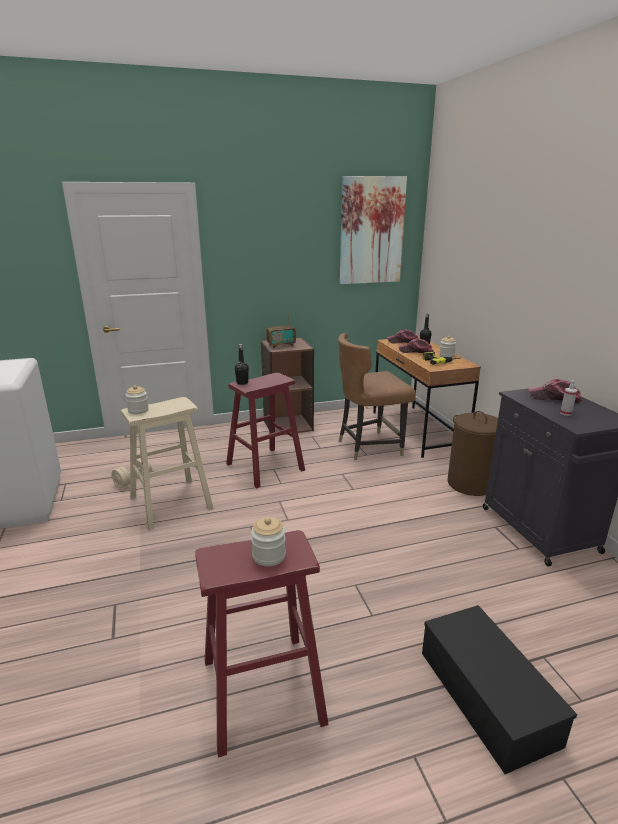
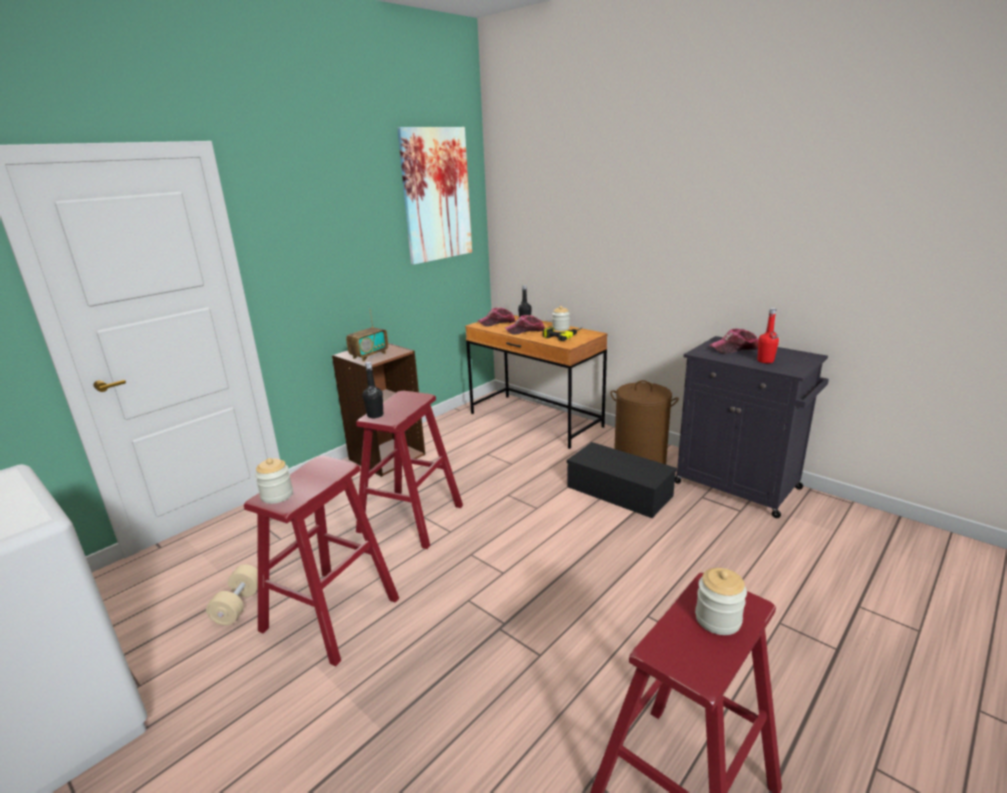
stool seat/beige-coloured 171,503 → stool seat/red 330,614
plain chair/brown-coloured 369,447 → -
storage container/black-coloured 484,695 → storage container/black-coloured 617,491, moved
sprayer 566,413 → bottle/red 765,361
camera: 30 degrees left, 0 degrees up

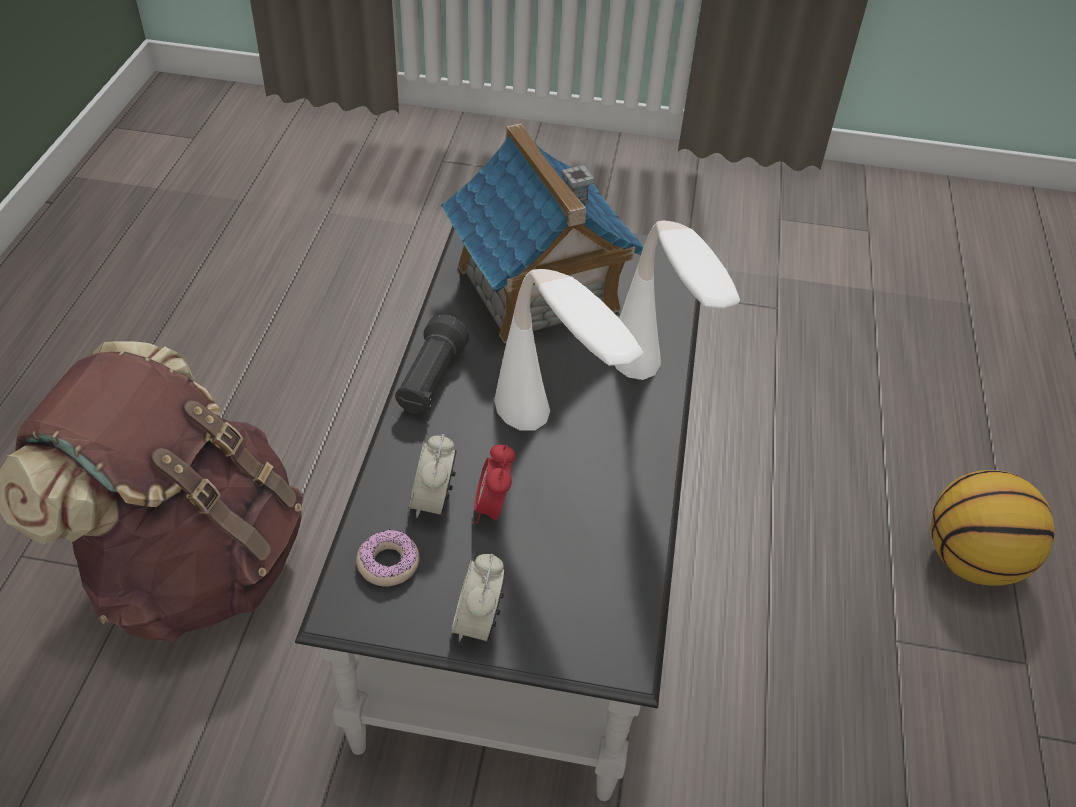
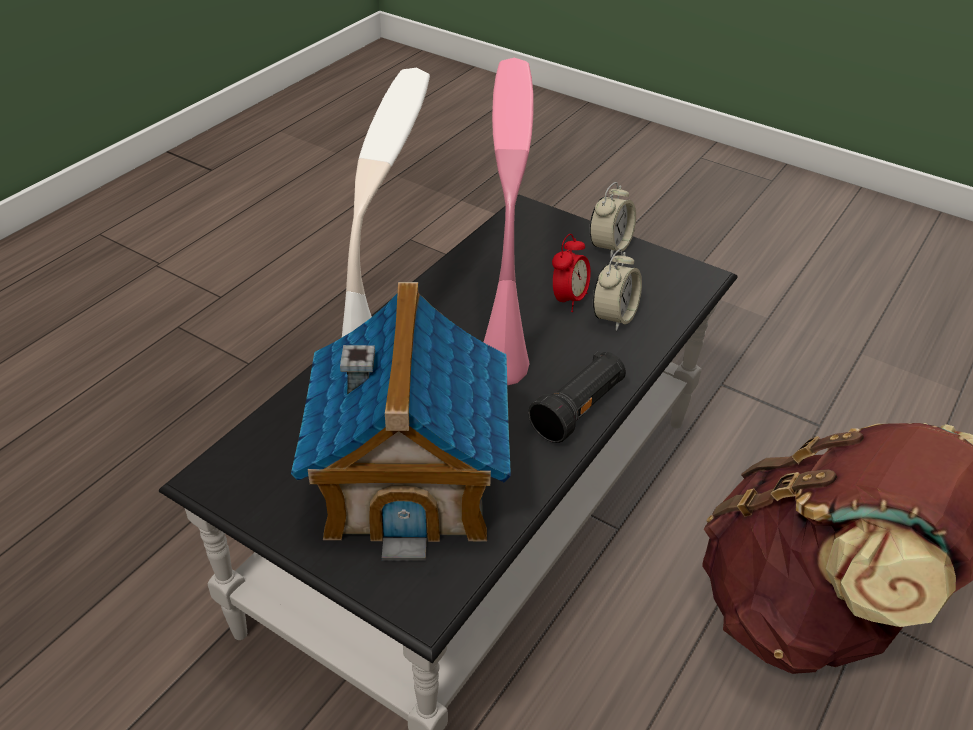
ring doughnut 388,563 → -
tabletop lamp/whitish 552,463 → tabletop lamp/pinkish 504,315
basketball 972,560 → -
camera: 155 degrees left, 5 degrees down

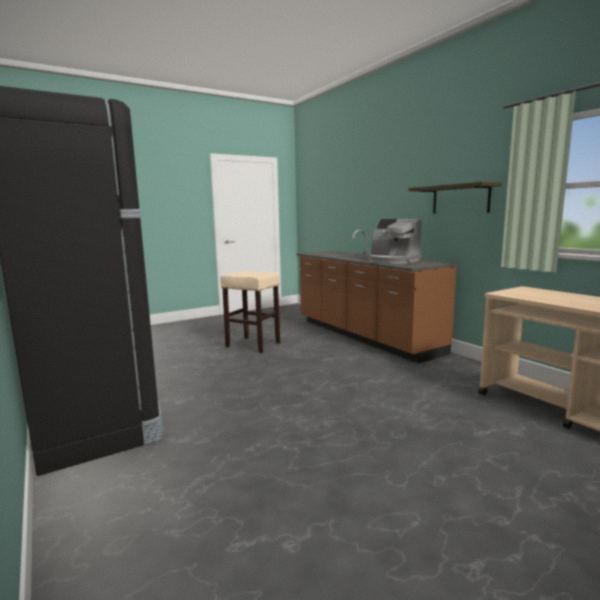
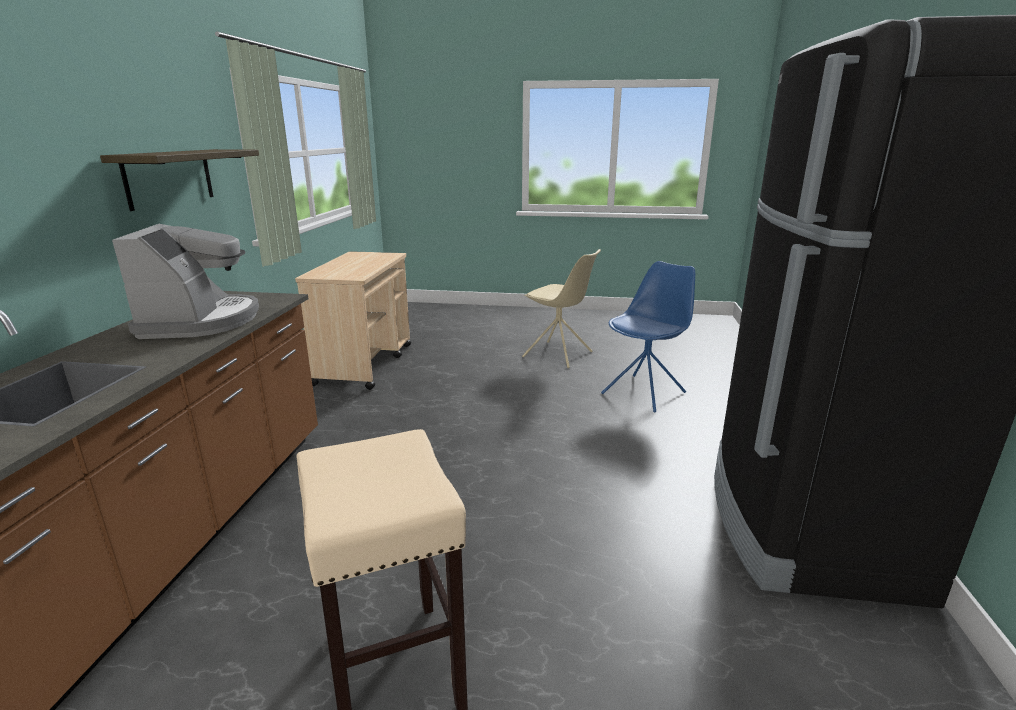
- → plain chair/beige-coloured 558,355
- → plain chair/blue-coloured 644,392
camera: 140 degrees left, 10 degrees up

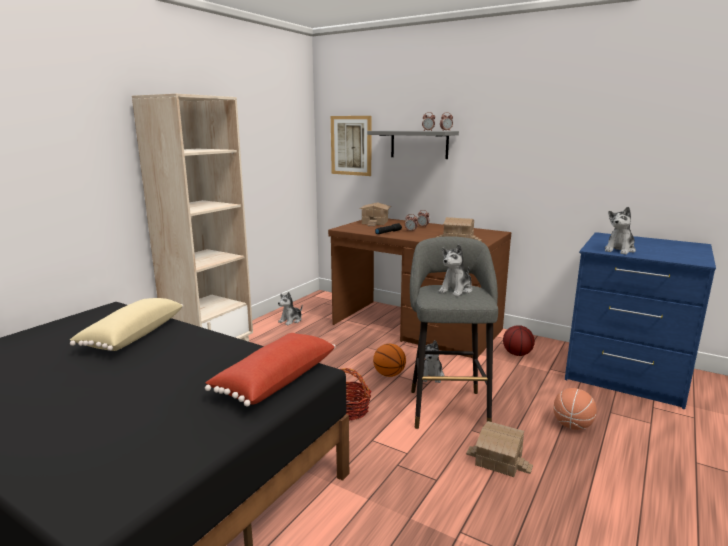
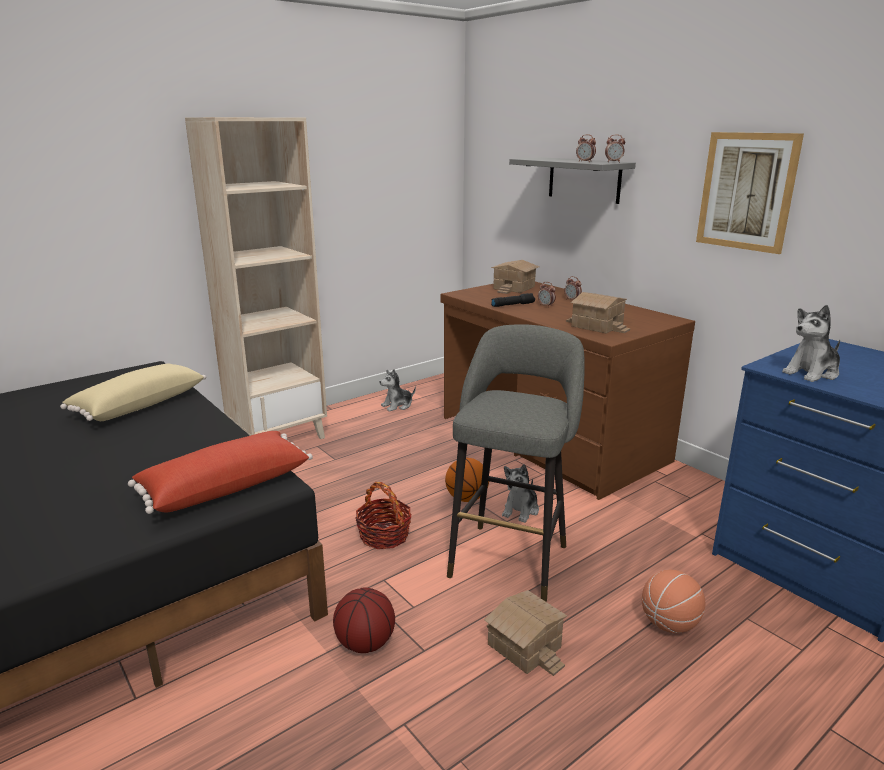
picture 351,145 → picture 746,191, moved
plush toy 456,290 → -
basketball 517,354 → basketball 364,643, moved
camera: 20 degrees right, 5 degrees up

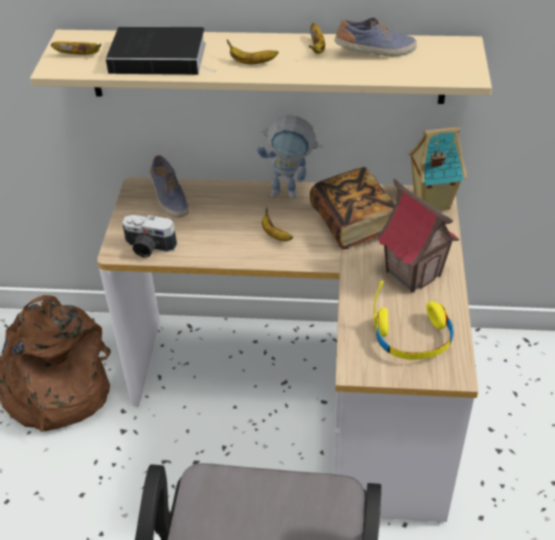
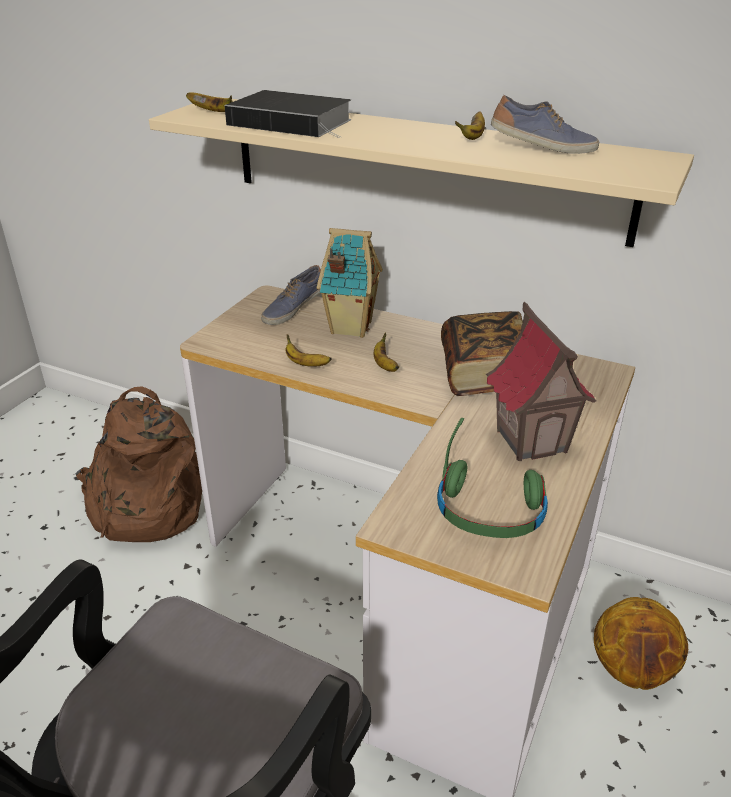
photo camera 148,248 → -
item of footwear 168,197 → item of footwear 293,309, 45 degrees clockwise
banana fruit 251,62 → banana fruit 305,363, moved
toy robot 291,193 → -
headset/yellow 413,338 → headset/green 490,512
model house 430,202 → model house 349,327, moved
- → basketball 632,670
camera: 20 degrees right, 10 degrees down

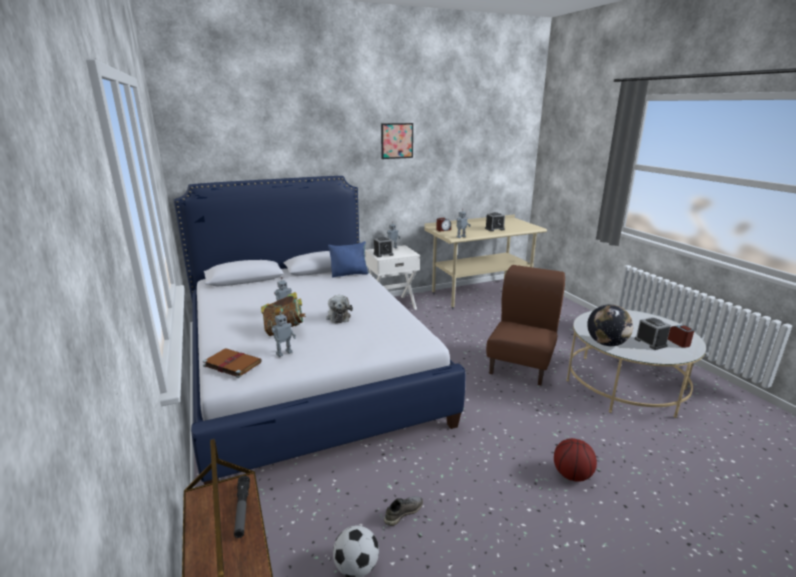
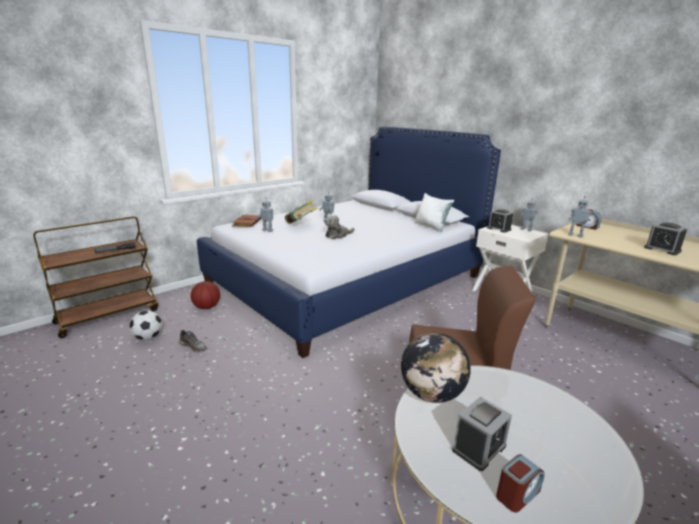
cushion/blue-coloured 349,274 → cushion/whitish 431,227
picture 397,141 → -
basketball 572,475 → basketball 206,307, moved
camera: 70 degrees right, 0 degrees up

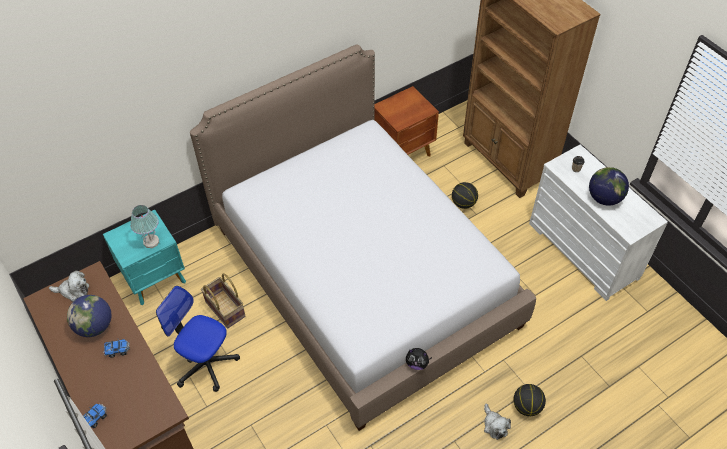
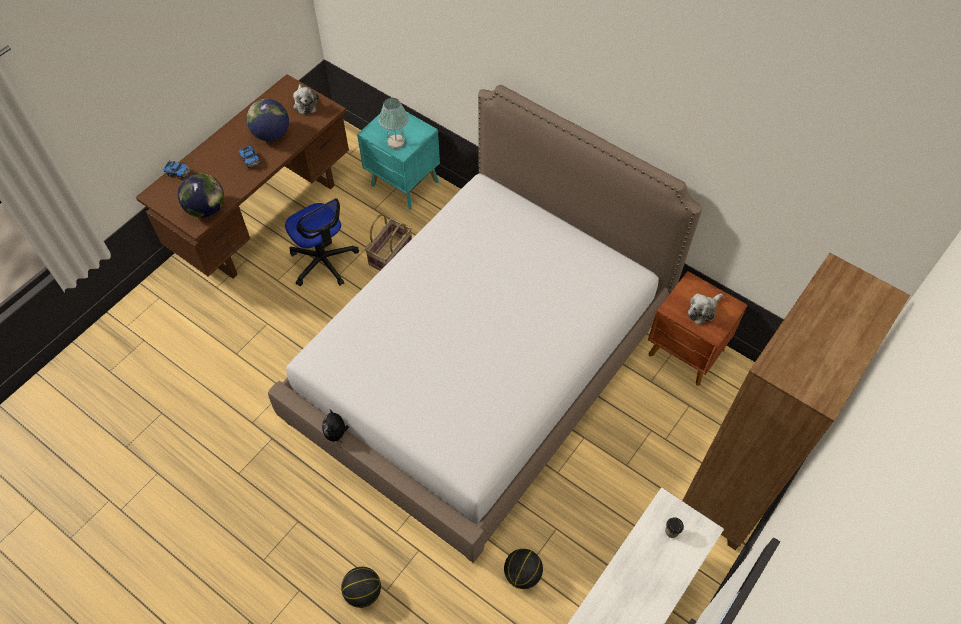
computer chair 206,363 → computer chair 323,262, 135 degrees clockwise
basketball 463,203 → basketball 523,574, moved
plush toy 494,425 → plush toy 703,310, moved
world globe 604,198 → world globe 206,209, moved
camera: 70 degrees right, 5 degrees up

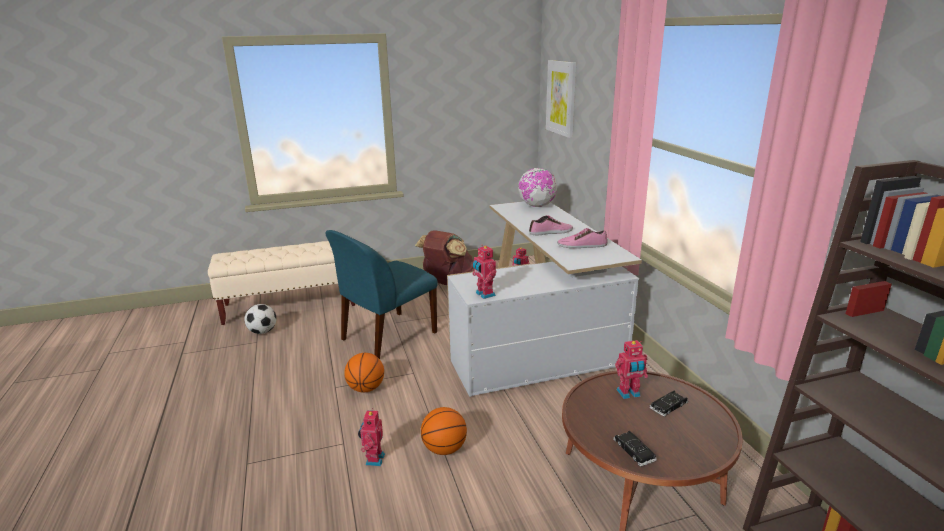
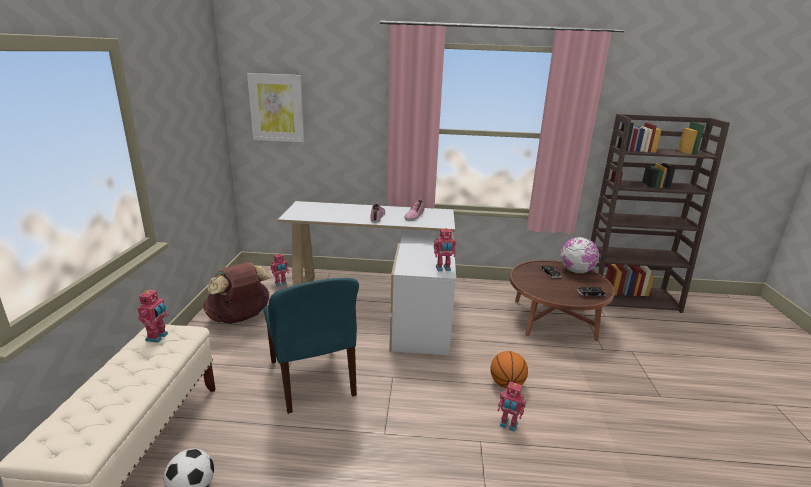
basketball 366,388 → -
world globe 536,206 → world globe 576,271, moved
toy robot 629,394 → toy robot 158,337, moved
camera: 70 degrees left, 0 degrees up

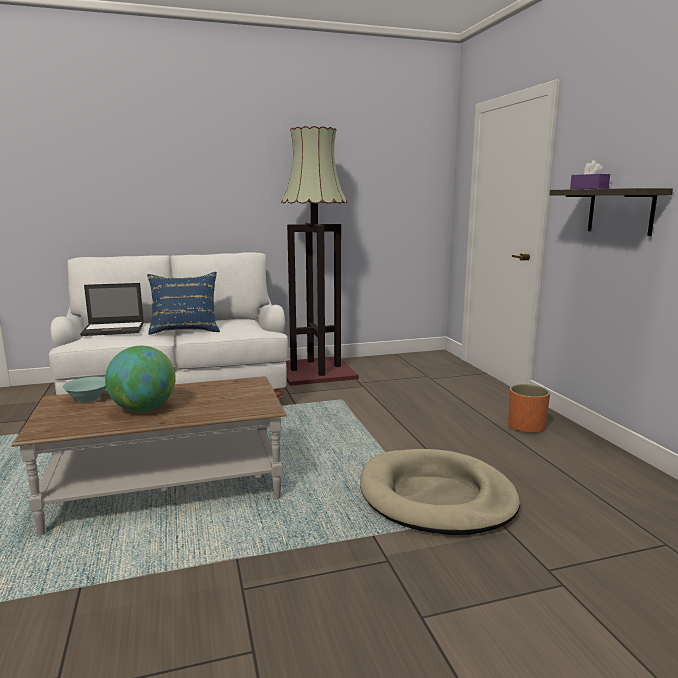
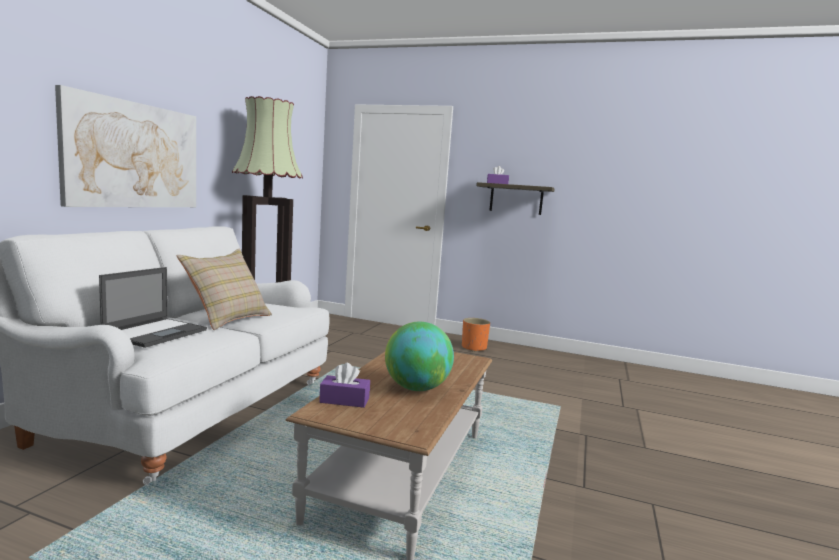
deep dish/blue-green 88,399 → tissue box/purple-coloured 344,400
cushion/blue-coloured 185,329 → cushion/beige-coloured 227,319
dog cushion/beige-coloured 436,497 → -
- → picture 134,155
camera: 55 degrees left, 5 degrees down

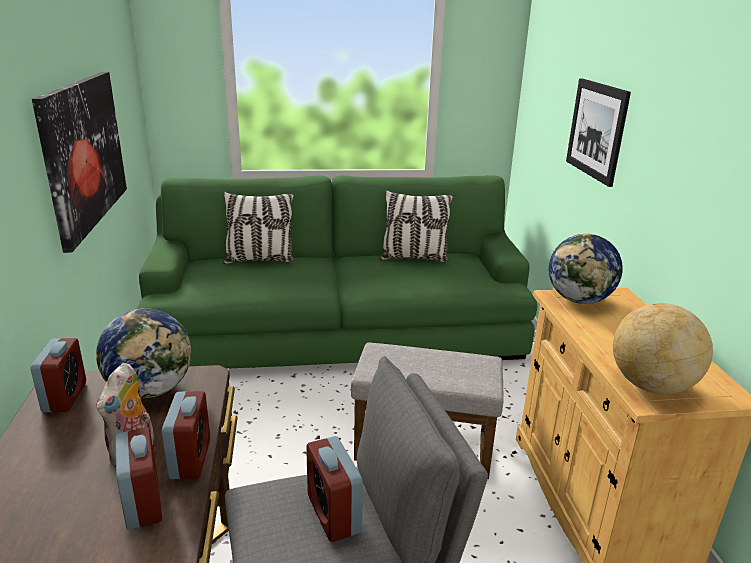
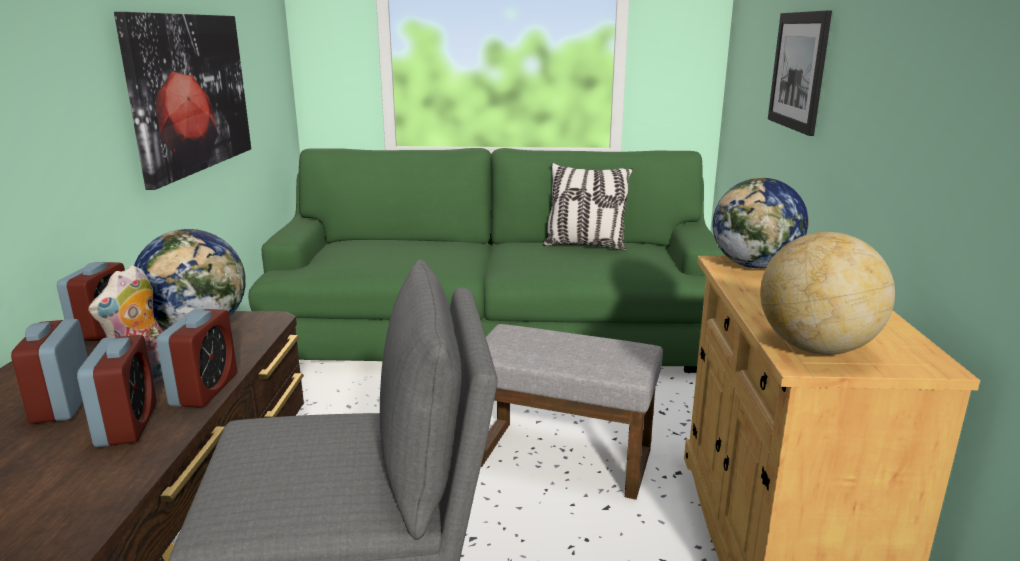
cushion 260,260 → -
bedside clock 333,514 → bedside clock 63,404, moved
camera: 10 degrees right, 5 degrees down

